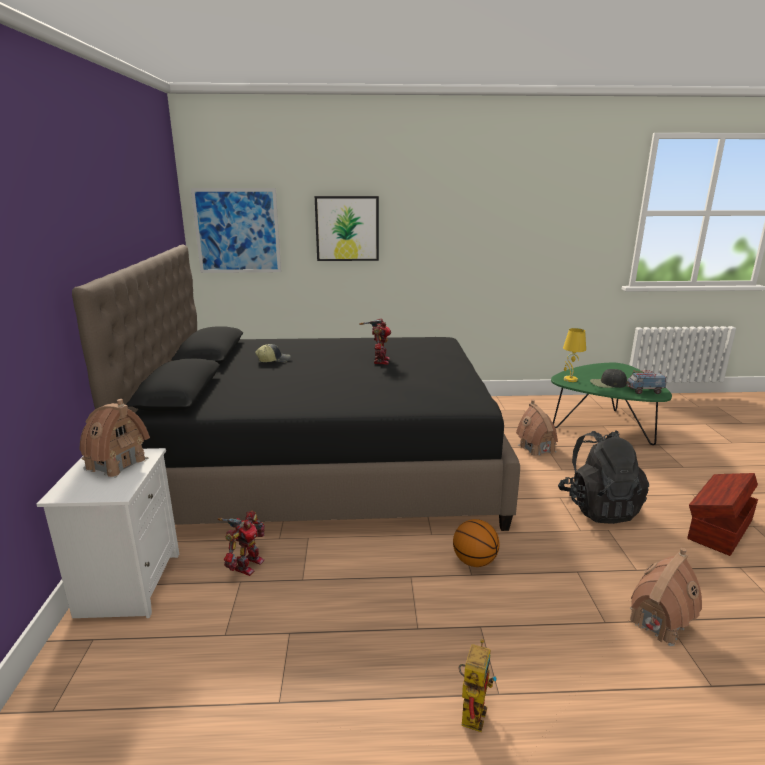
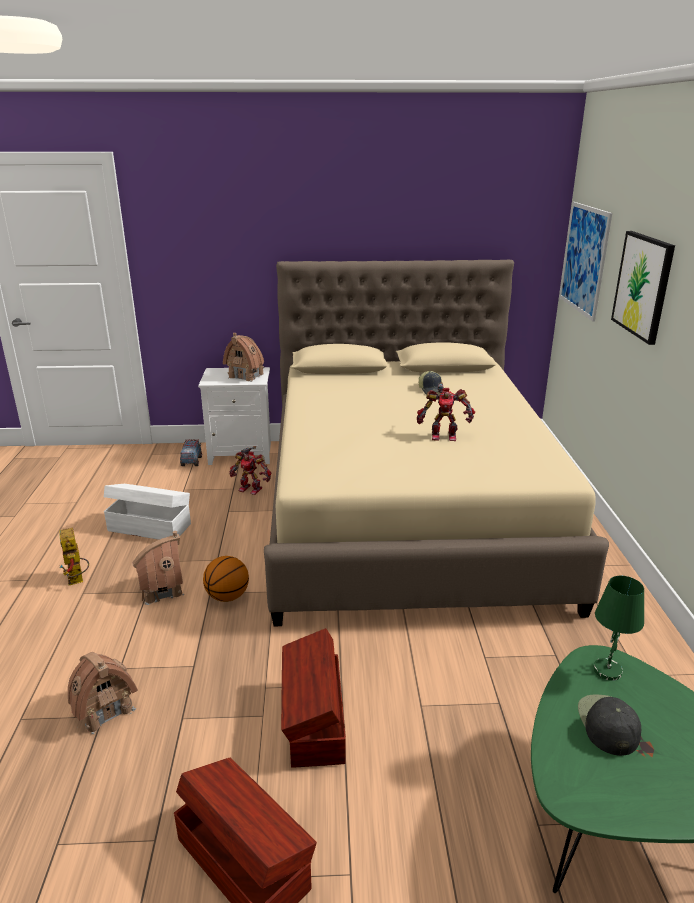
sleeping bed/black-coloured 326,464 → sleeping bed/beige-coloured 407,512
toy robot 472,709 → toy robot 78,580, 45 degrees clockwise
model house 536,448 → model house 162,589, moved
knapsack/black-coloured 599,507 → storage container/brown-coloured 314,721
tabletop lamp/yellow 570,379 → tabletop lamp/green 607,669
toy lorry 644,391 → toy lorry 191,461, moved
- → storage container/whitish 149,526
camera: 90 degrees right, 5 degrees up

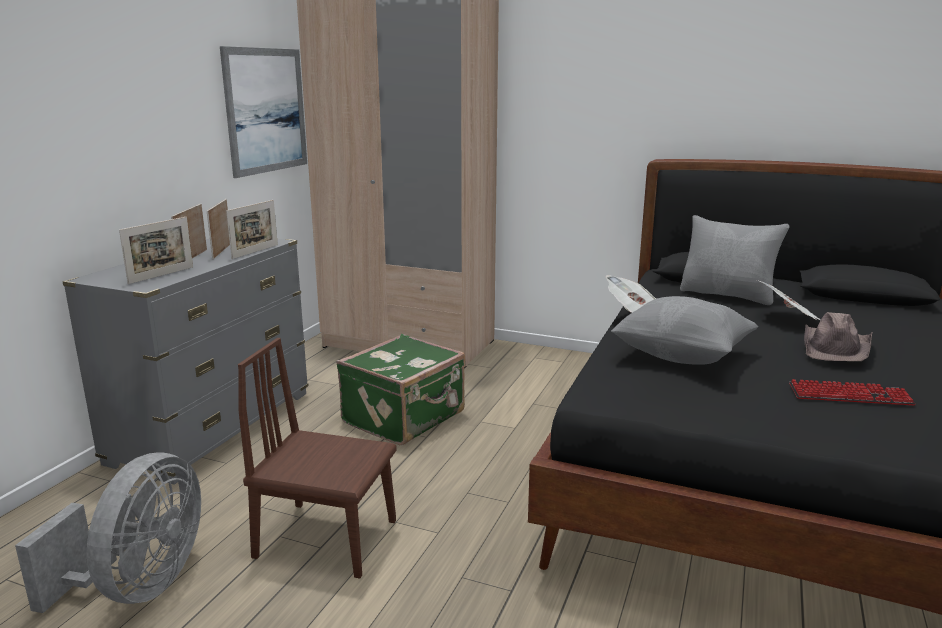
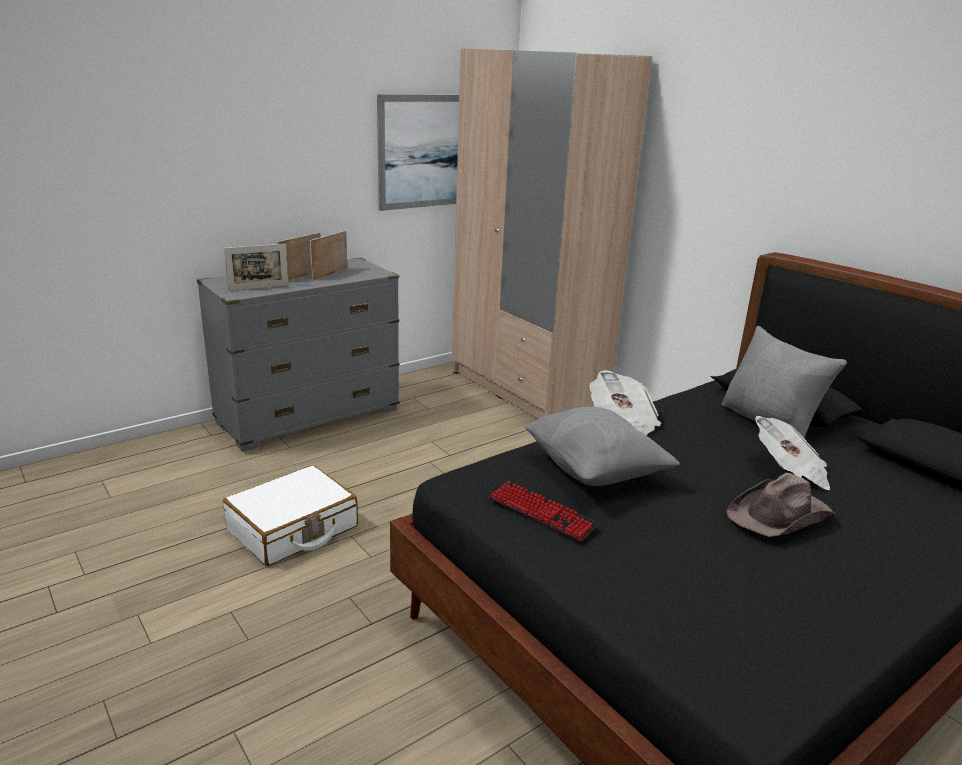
fan/grey 139,586 → -
standing frame 255,251 → -
plain chair/brown-coloured 327,538 → suitcase/whitish 293,529
suitcase/green 405,418 → -
keyboard 850,395 → keyboard 541,512, moved
camera: 30 degrees right, 5 degrees up

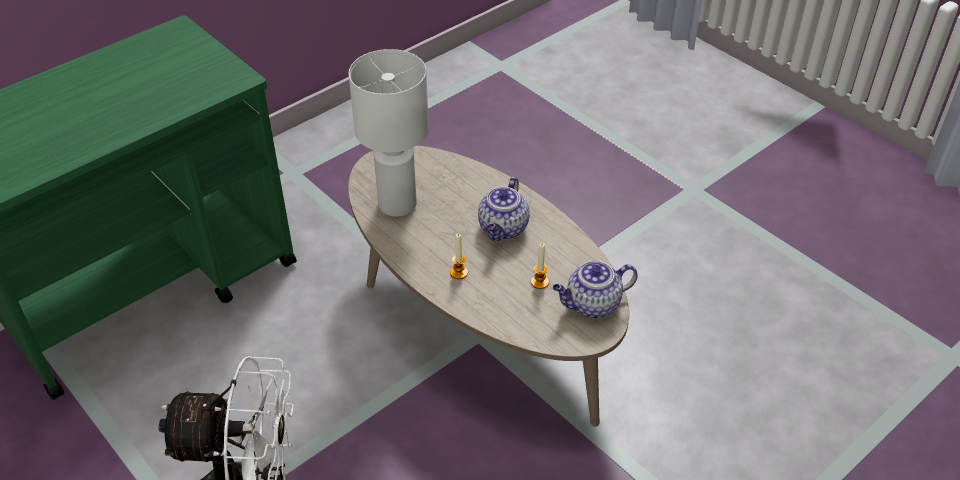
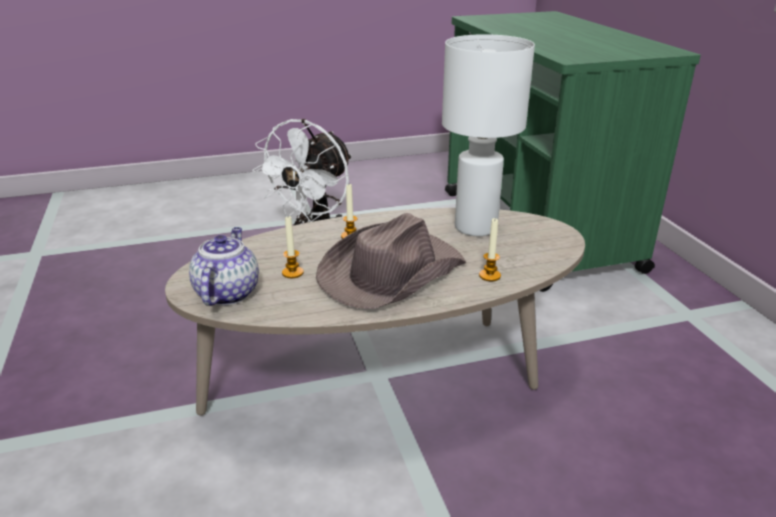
pot for tea 503,229 → hat/brown-coloured 391,273
- → wax candle 489,275
camera: 115 degrees right, 15 degrees down

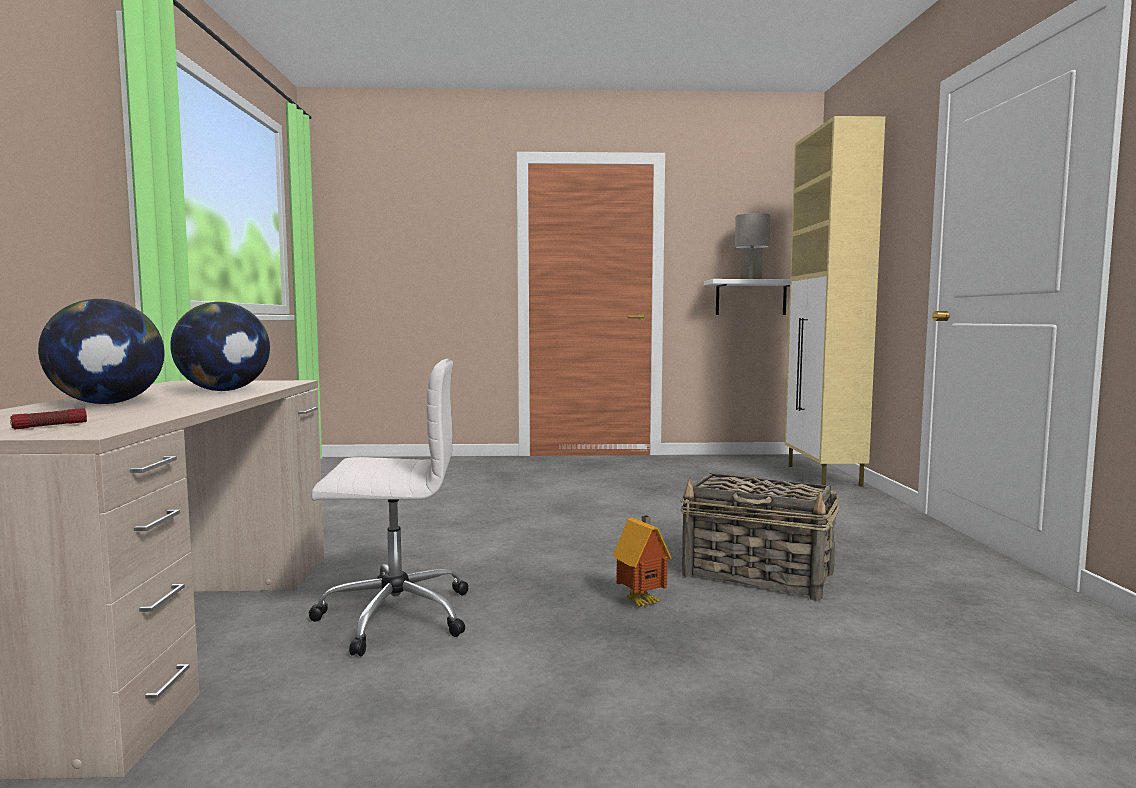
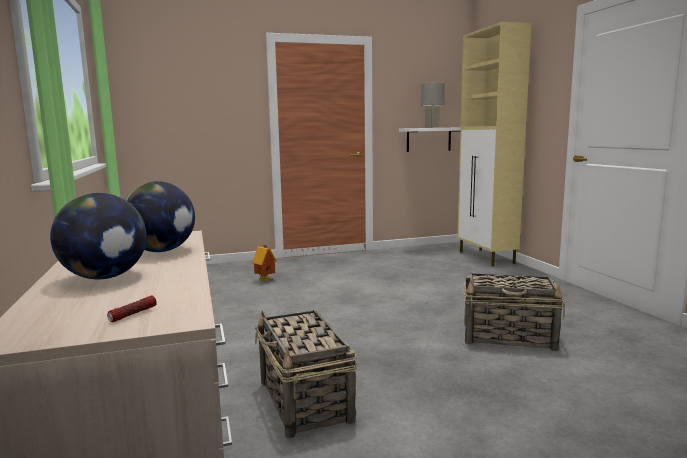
computer chair/whitish 393,615 → household basket 305,402
model house 643,602 → model house 266,280, moved
camera: 15 degrees left, 5 degrees up

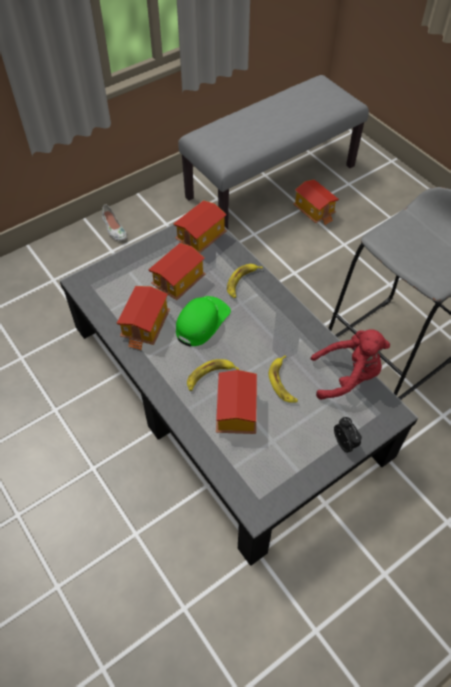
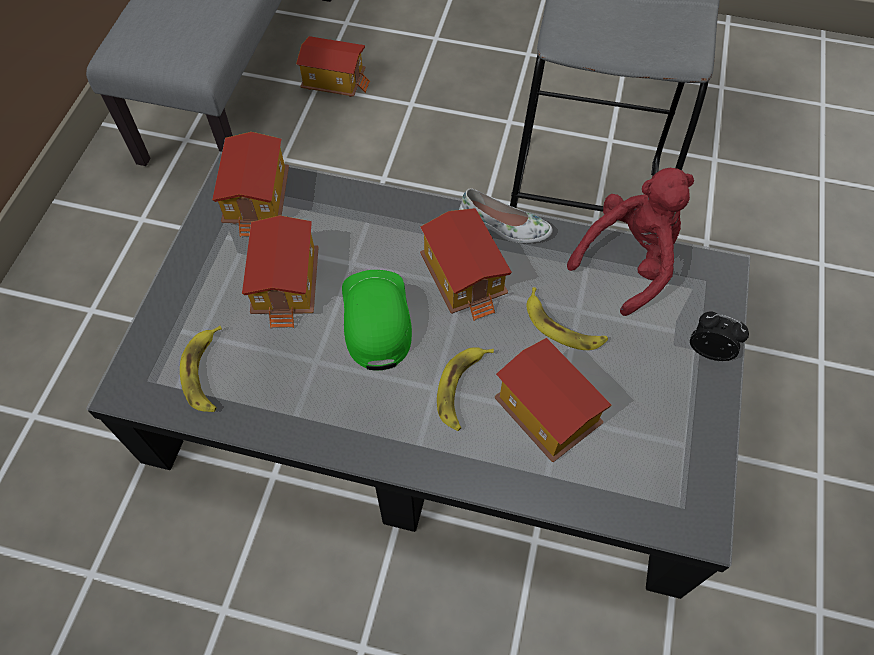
item of footwear/whitish 114,229 → item of footwear/whitish 504,226, moved
model house 146,326 → model house 465,278, moved
banana fruit 242,282 → banana fruit 205,373, moved
camera: 40 degrees left, 5 degrees up

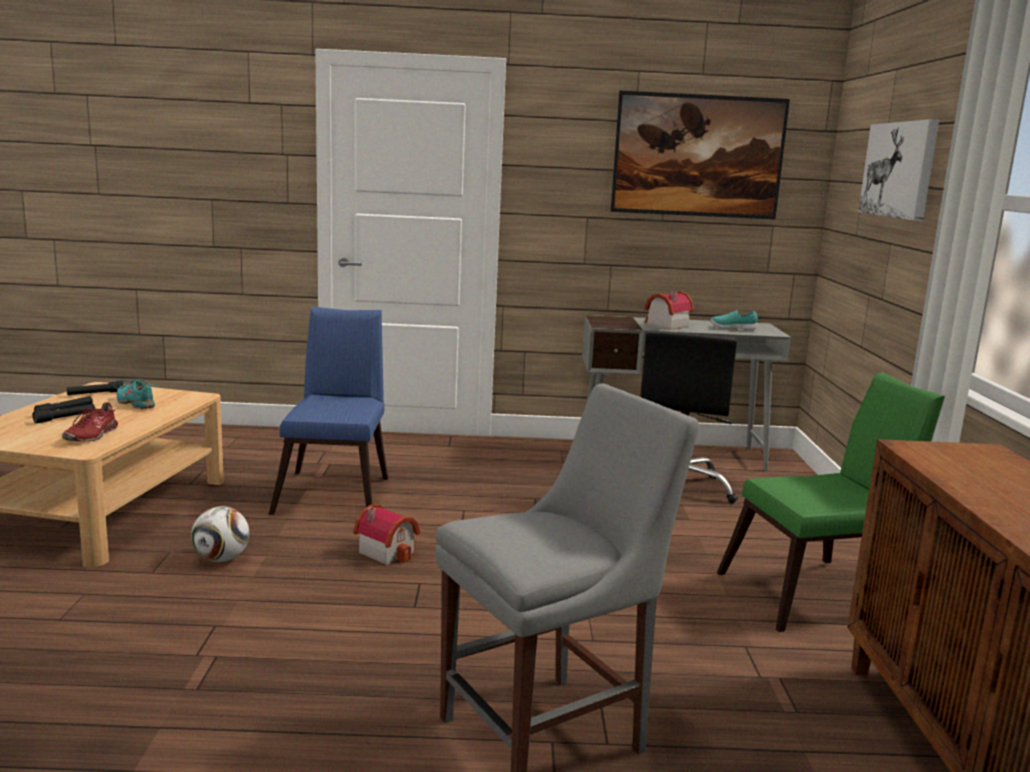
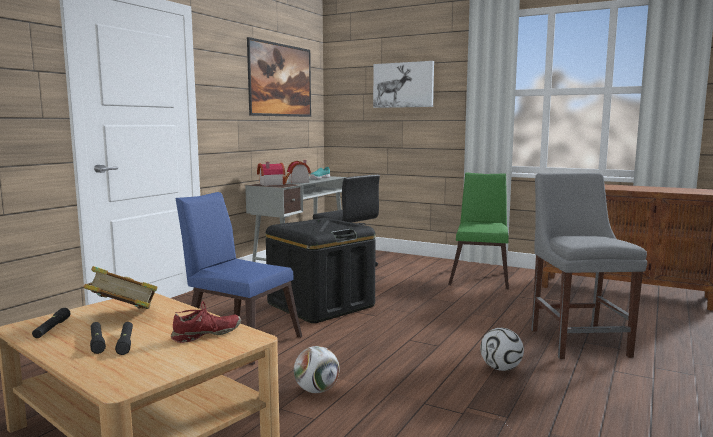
item of footwear/red 91,435 → item of footwear/red 207,335, 75 degrees counterclockwise
item of footwear/blue-green 136,403 → bound book 123,316
model house 388,551 → model house 270,184, moved
- → storage container/black-coloured 321,305
- → football ball 501,368
camera: 60 degrees left, 5 degrees down

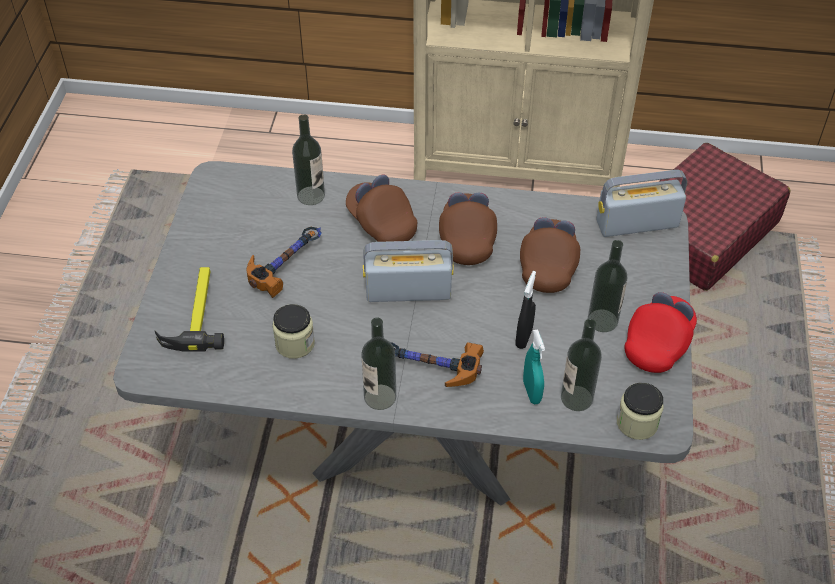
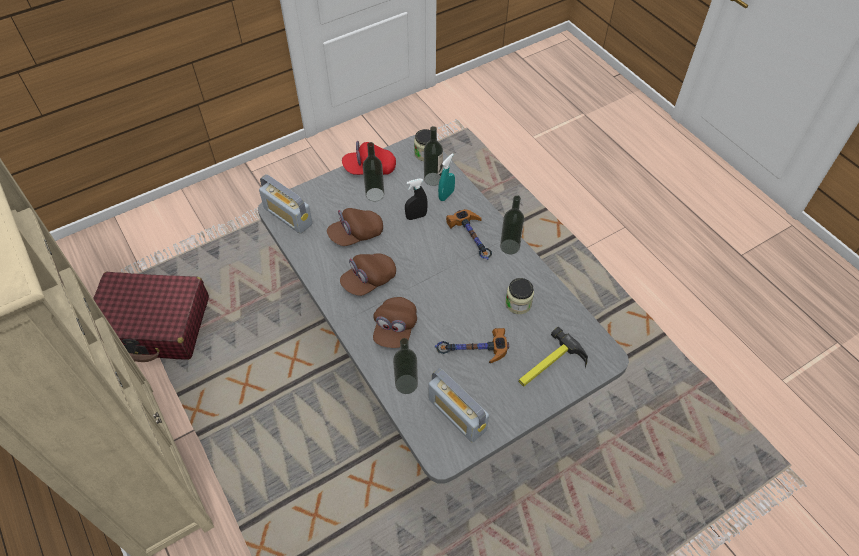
radio set 408,291 → radio set 457,414, moved
camera: 130 degrees left, 5 degrees up

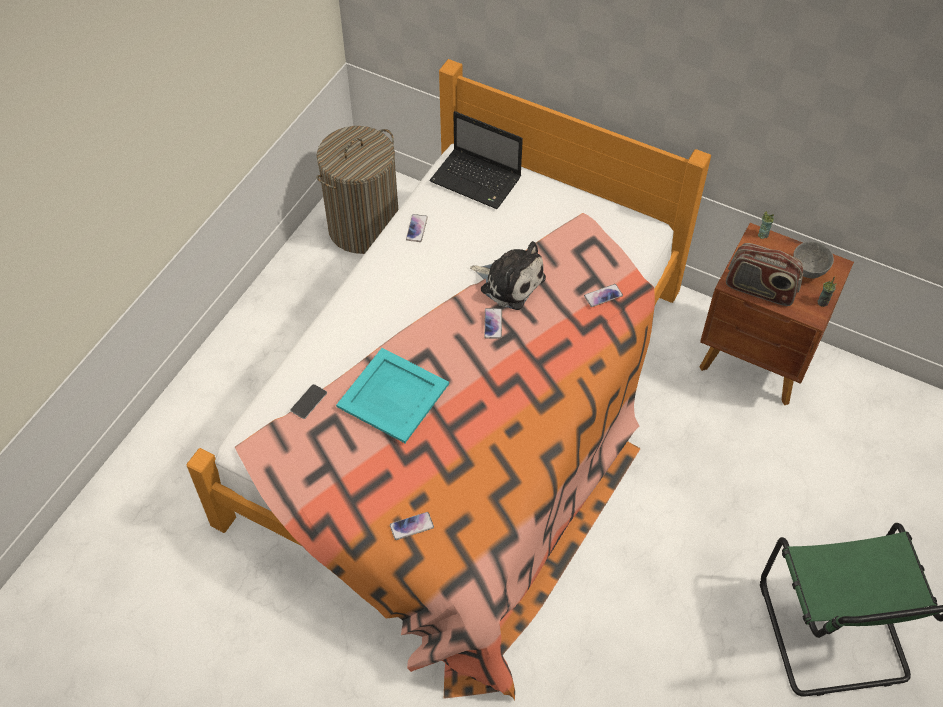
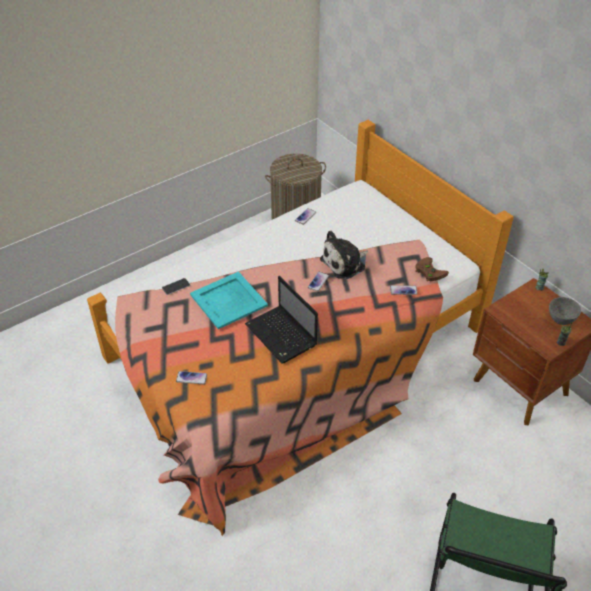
laptop 477,180 → laptop 282,336, moved
plush toy 509,282 → plush toy 345,263, 90 degrees clockwise
radio set 760,290 → -
- → gamepad/brown-coloured 428,271
camera: 25 degrees right, 10 degrees down

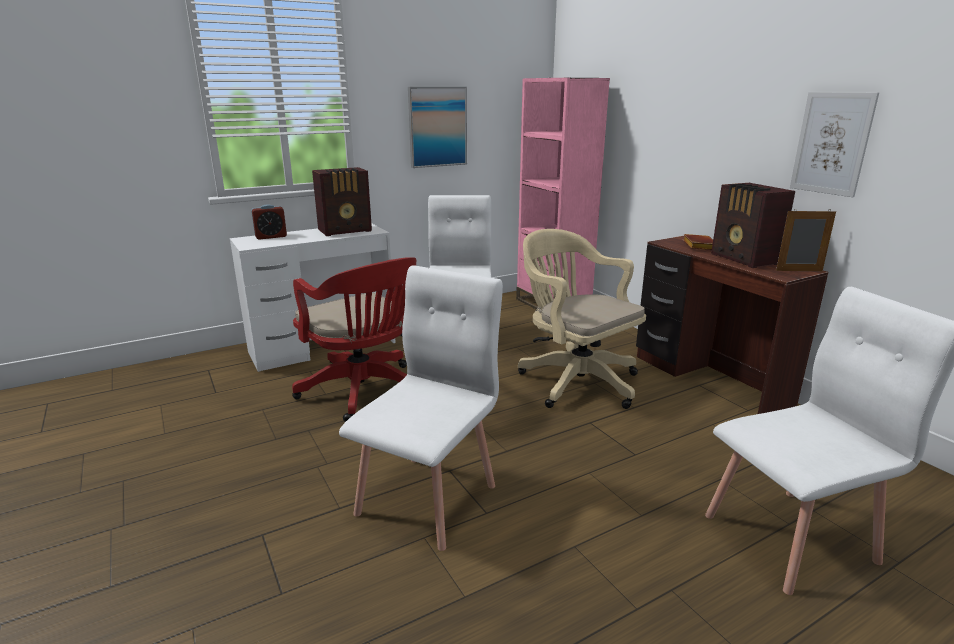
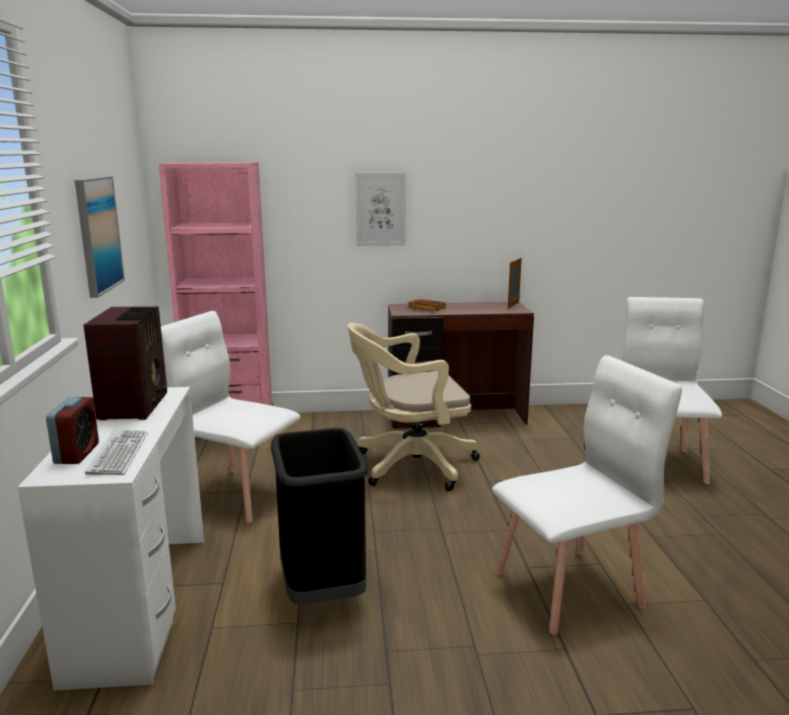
computer chair/red 364,392 → waste bin/black-coloured 323,589
plain chair/whitish 428,499 → plain chair/whitish 570,589, 105 degrees clockwise
radio set 744,259 → -
picture 832,143 → picture 380,209, moved
- → keyboard 119,453
camera: 65 degrees left, 5 degrees down

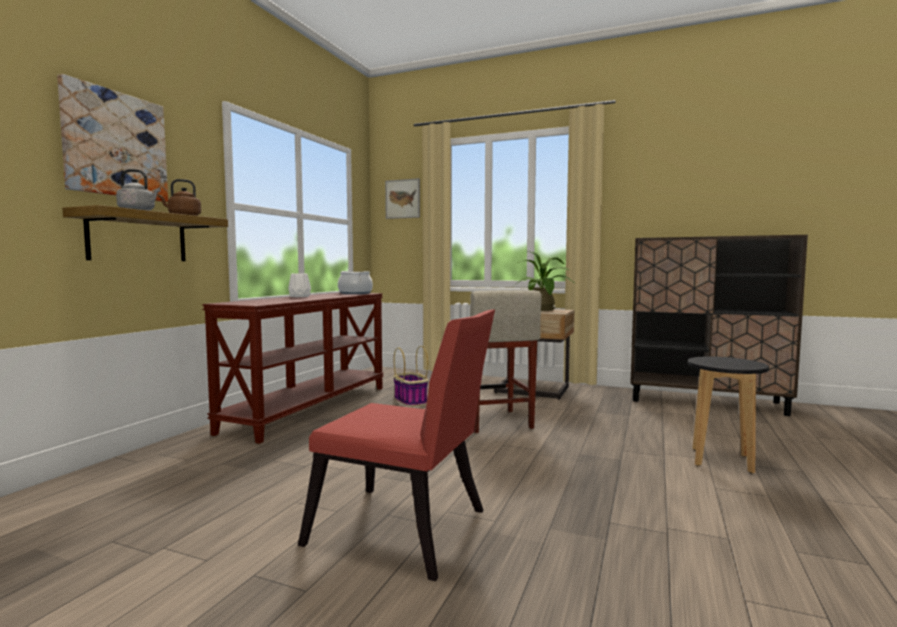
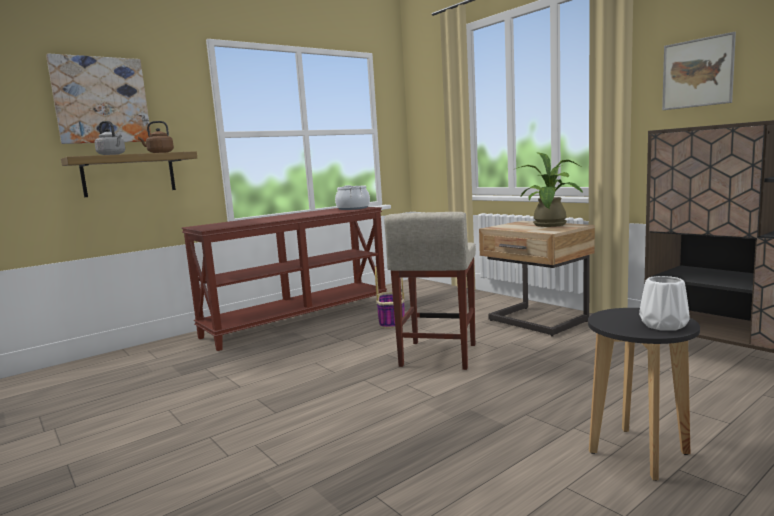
vase/whitish 300,296 → vase/whitish 664,325, moved
plain chair/red 406,532 → -
picture 402,199 → picture 697,73, moved
camera: 30 degrees right, 5 degrees up

